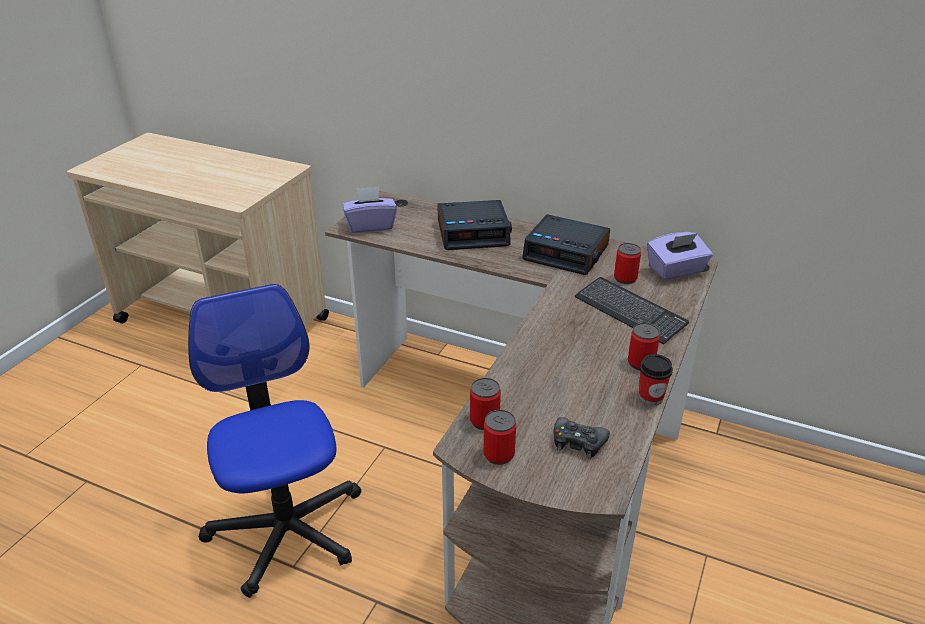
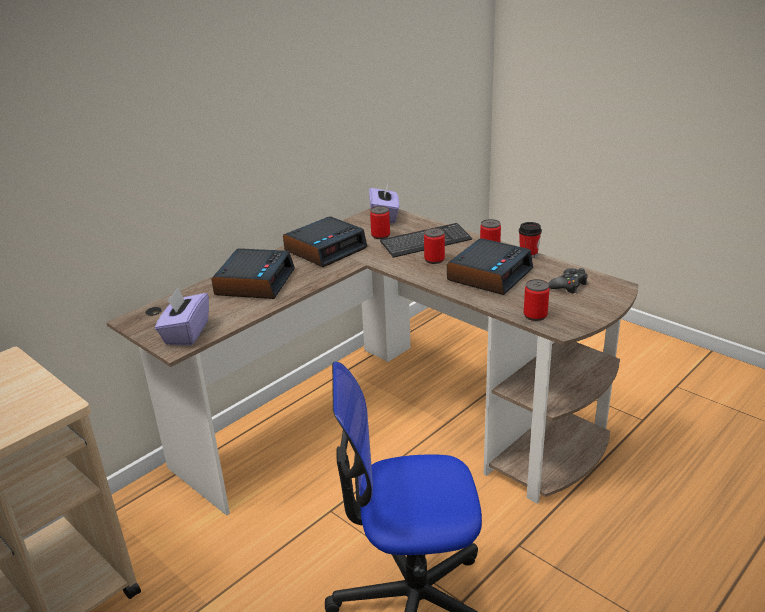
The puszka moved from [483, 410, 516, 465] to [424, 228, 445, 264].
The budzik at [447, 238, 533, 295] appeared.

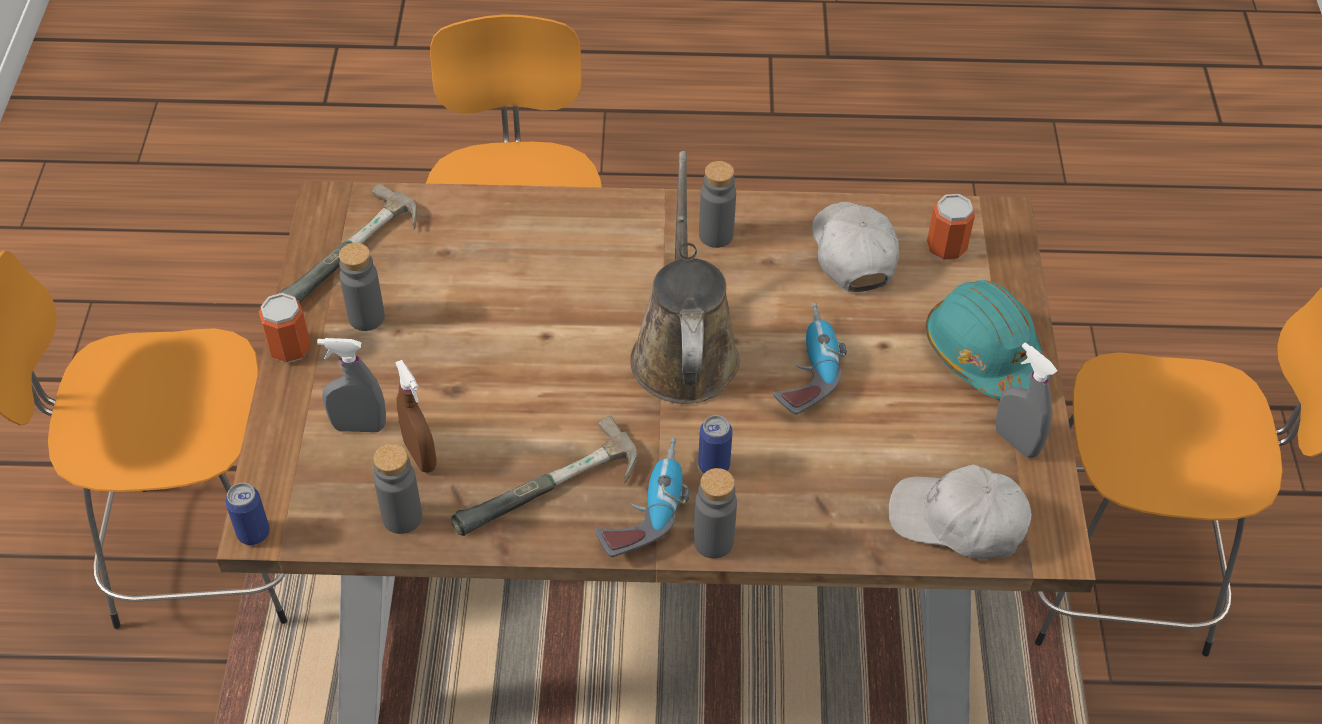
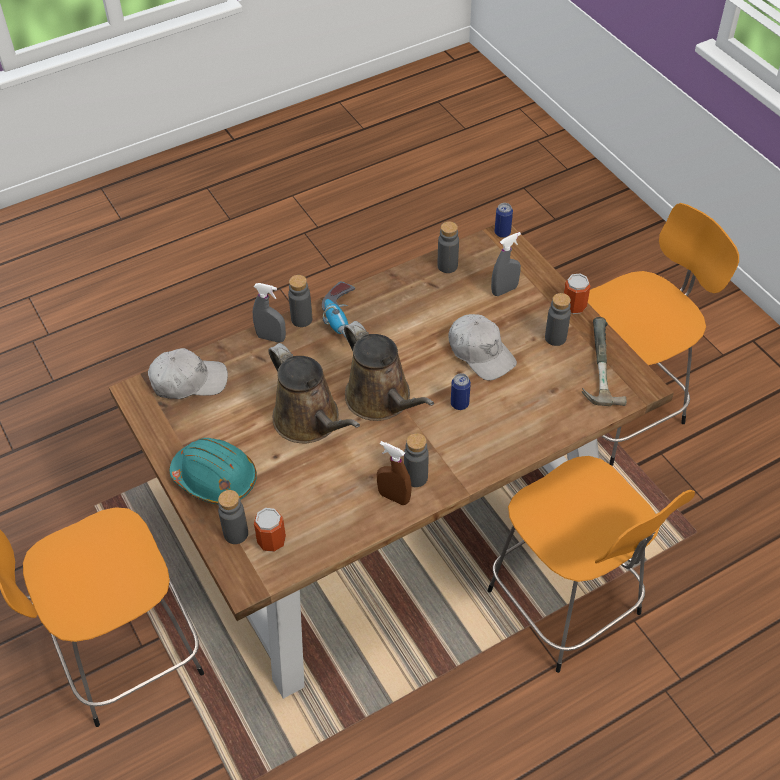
The czapka z daszkiem [biały] moved from [812, 202, 899, 292] to [449, 314, 517, 381].
The wiertarka at [773, 302, 847, 415] was replaced by the konewka [brązowy] at [268, 343, 360, 443].
The spryskiwacz [szary] moved from [995, 342, 1057, 458] to [253, 283, 286, 343].
The spryskiwacz [brązowy] moved from [395, 360, 437, 473] to [377, 441, 412, 505].
The puszka moved from [698, 415, 733, 473] to [451, 373, 471, 410].
The młotek at [451, 416, 637, 536] disappeared.
The butelka [szary] at [218, 490, 248, 544] appeared.

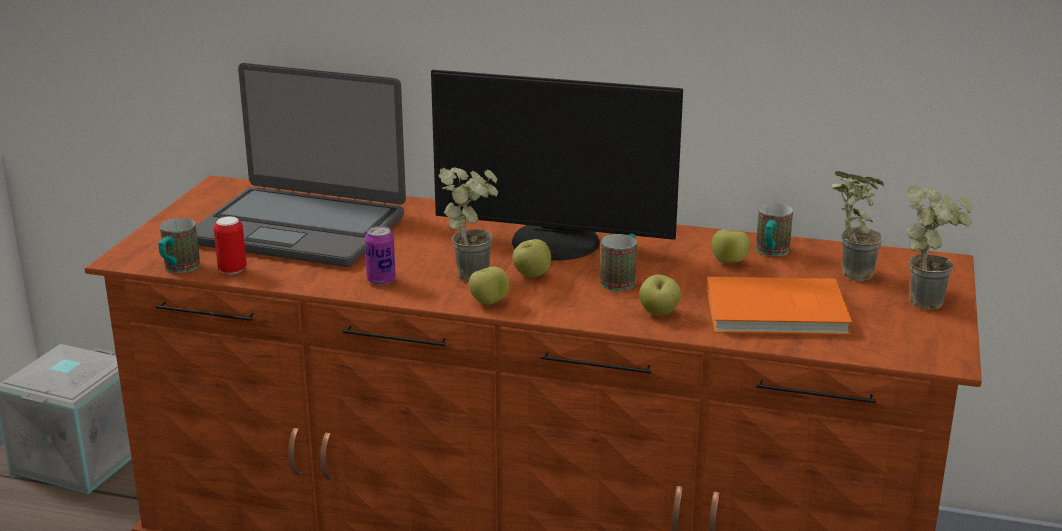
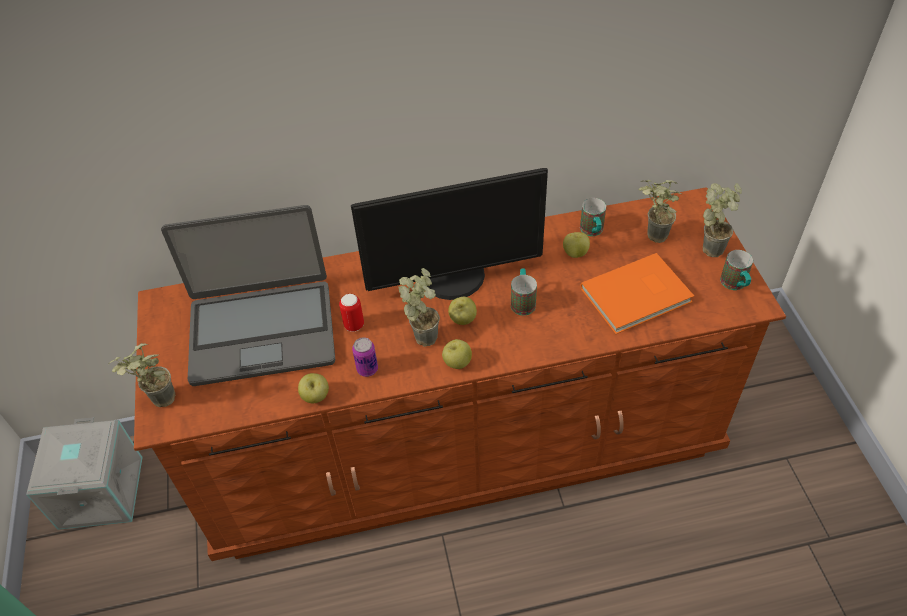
The puszka moved from [214, 216, 247, 274] to [339, 294, 364, 332].
The kubek moved from [158, 218, 200, 273] to [720, 250, 753, 290].
The jabłko moved from [639, 275, 681, 315] to [298, 373, 329, 403].
The roślina doniczkowa at [109, 343, 176, 407] appeared.

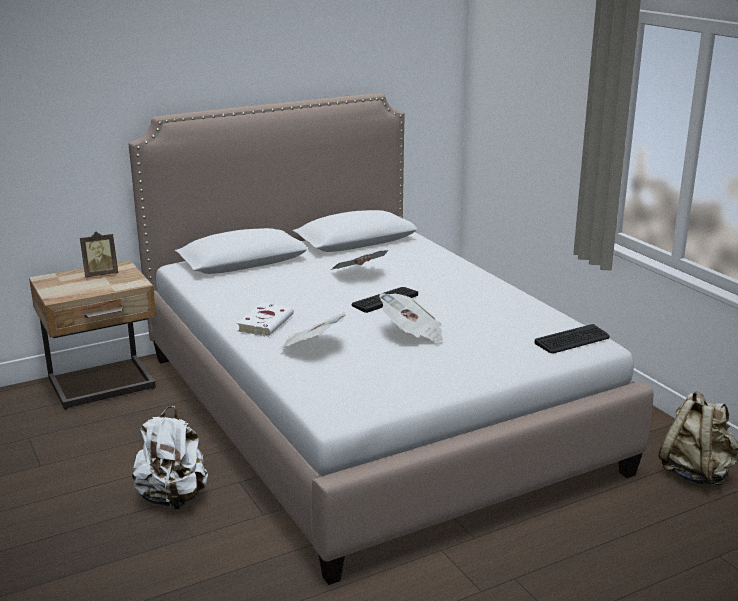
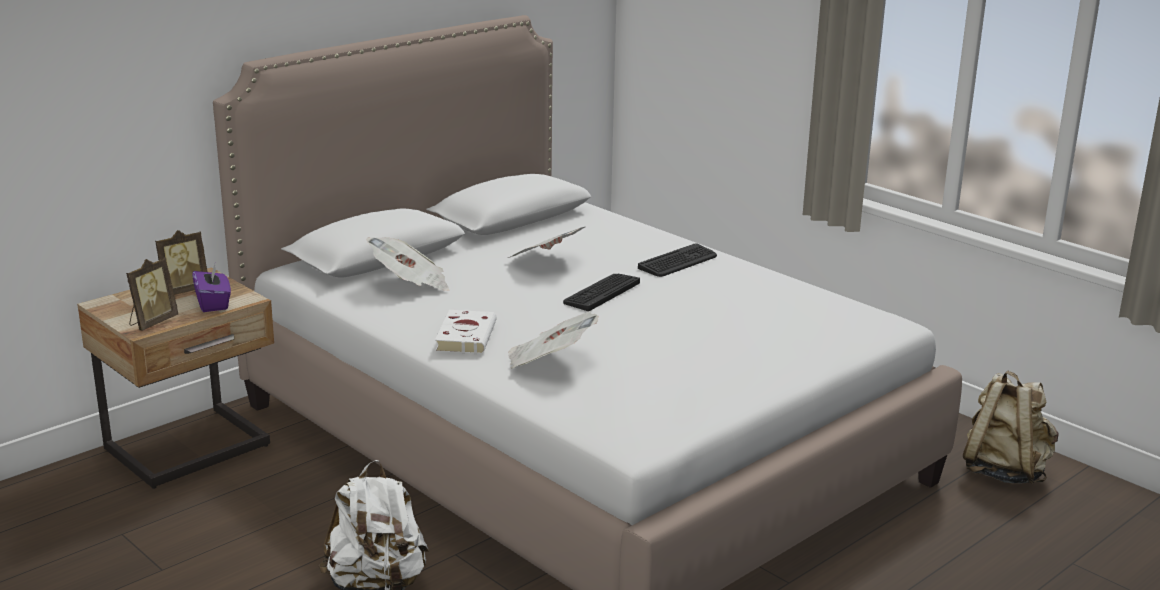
The gazeta moved from [379, 293, 443, 343] to [367, 237, 449, 291].
The klawiatura moved from [534, 324, 610, 353] to [638, 243, 717, 277].
The ramka na zdjęcie at [126, 258, 178, 331] appeared.
The pudełko chusteczek [fioletowy] at [192, 264, 231, 312] appeared.

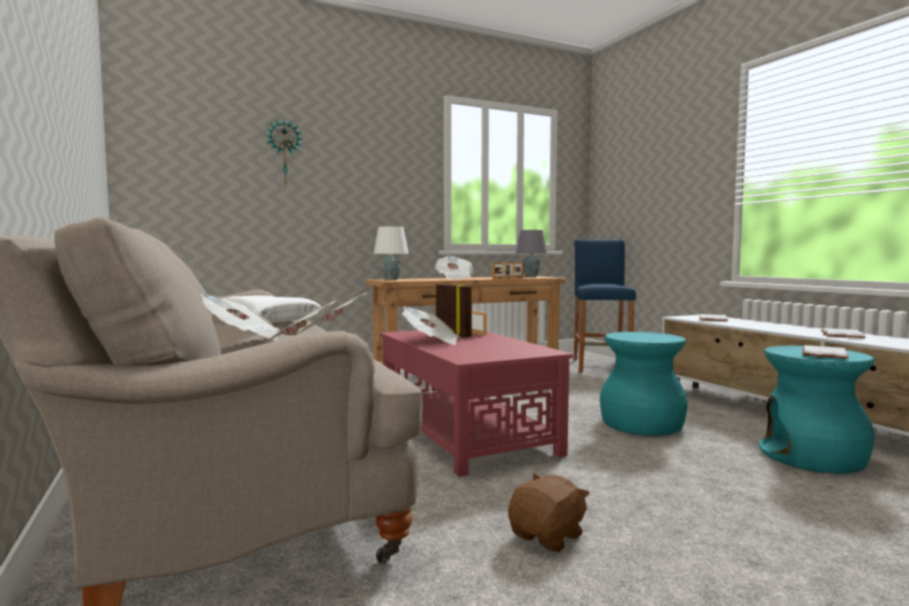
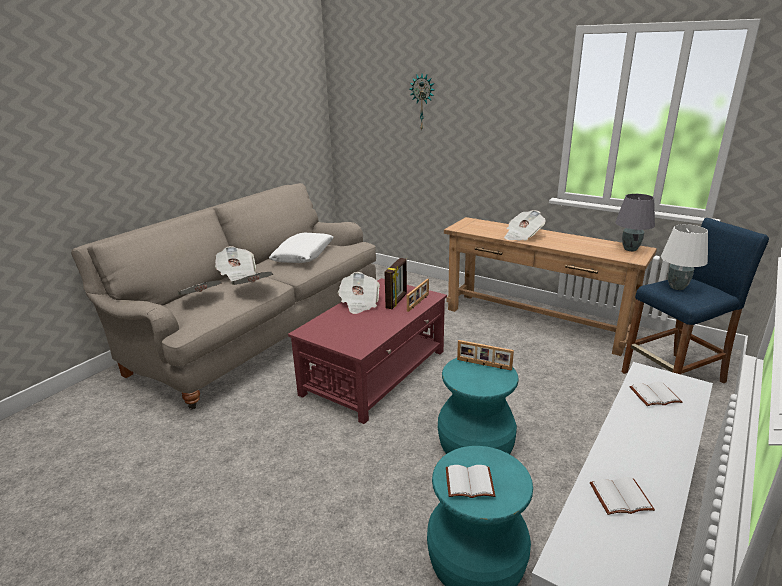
The lampa stołowa [biały] moved from [374, 226, 409, 280] to [661, 224, 708, 290].
The ramka na zdjęcie moved from [492, 262, 524, 279] to [457, 340, 514, 371].
The pluszak [brązowy] at [508, 474, 590, 552] disappeared.

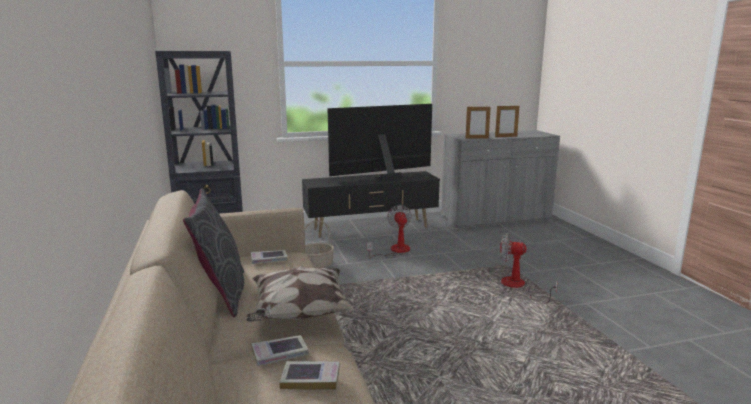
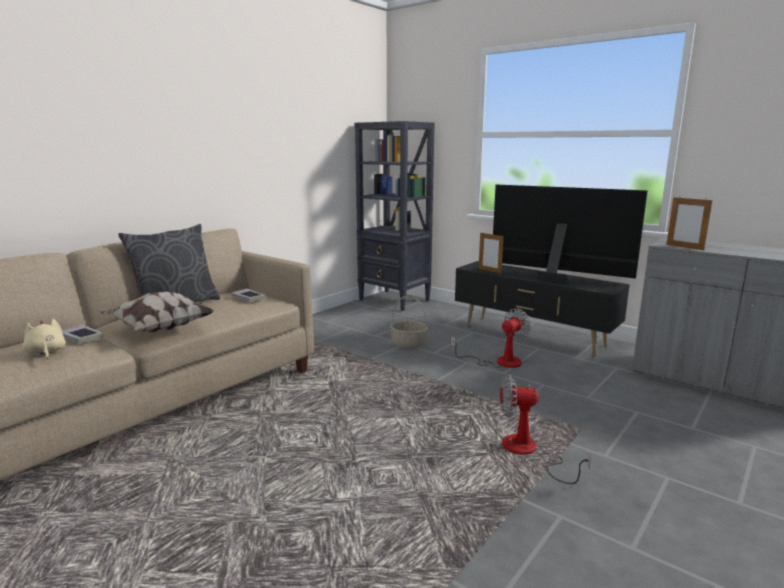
The ramka na zdjęcie moved from [495, 105, 519, 137] to [479, 232, 504, 274].
The wentylator at [500, 233, 558, 304] turned 60 degrees counterclockwise.
The książka at [279, 361, 340, 390] was replaced by the pluszak [beżowy] at [23, 319, 66, 359].

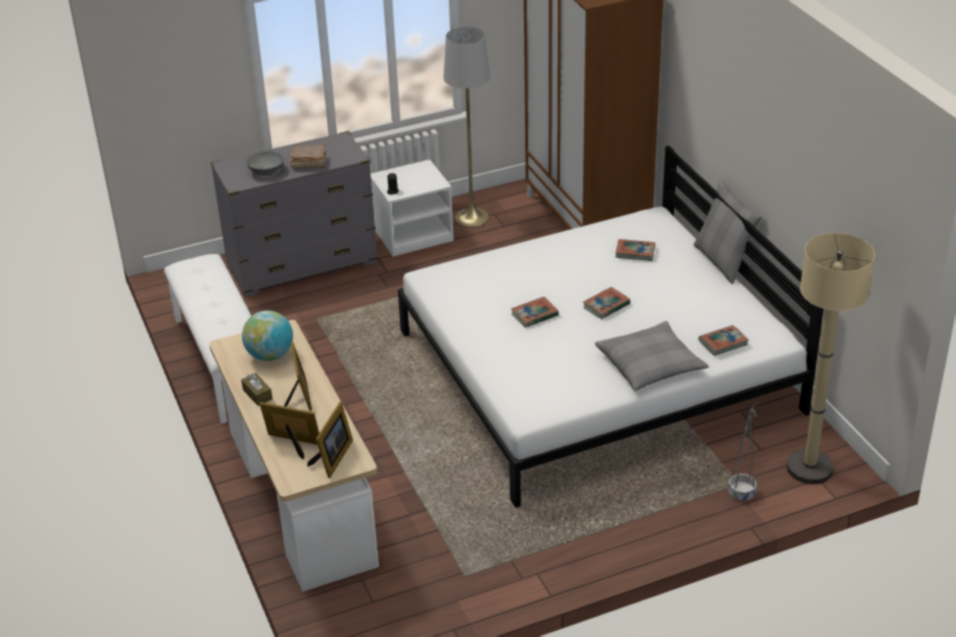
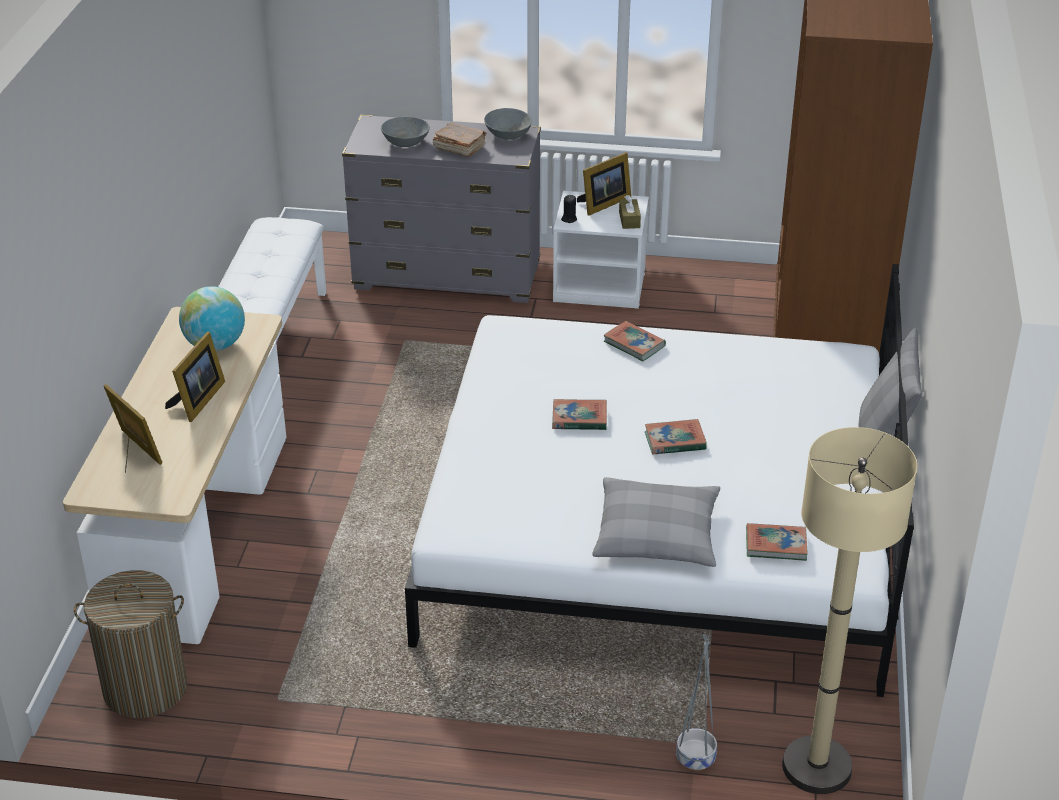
The lampa stojąca [szary] at [443, 27, 490, 228] disappeared.
The książka moved from [616, 239, 655, 261] to [603, 321, 666, 361].
The pudełko chusteczek [brązowy] moved from [241, 373, 272, 406] to [619, 195, 641, 229].
The ramka na zdjęcie moved from [307, 402, 353, 478] to [577, 152, 631, 216].
The miska [szary] at [484, 108, 532, 140] appeared.
The kosz na pranie at [74, 570, 187, 718] appeared.

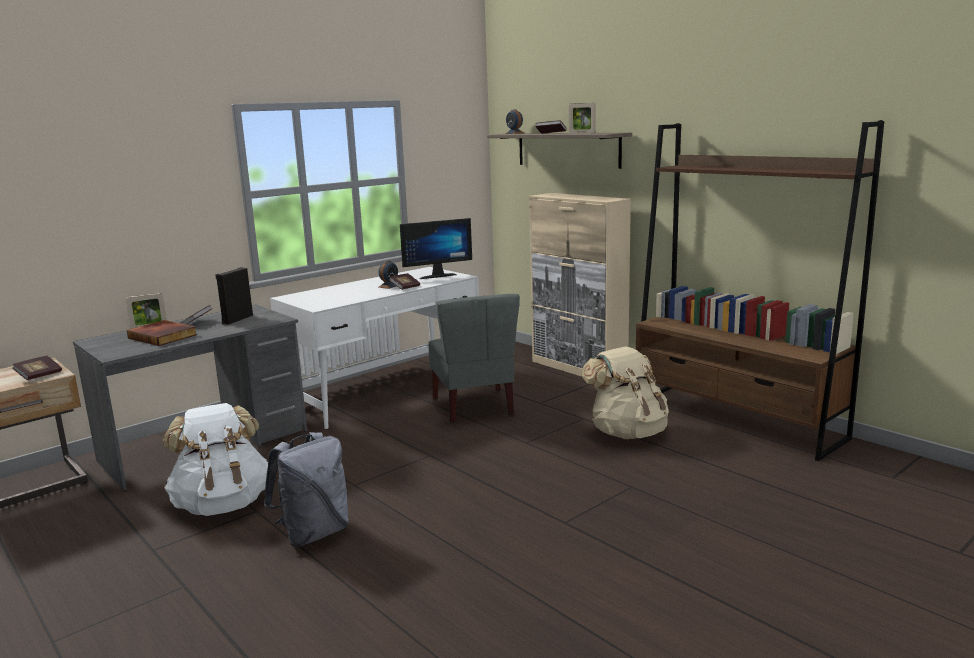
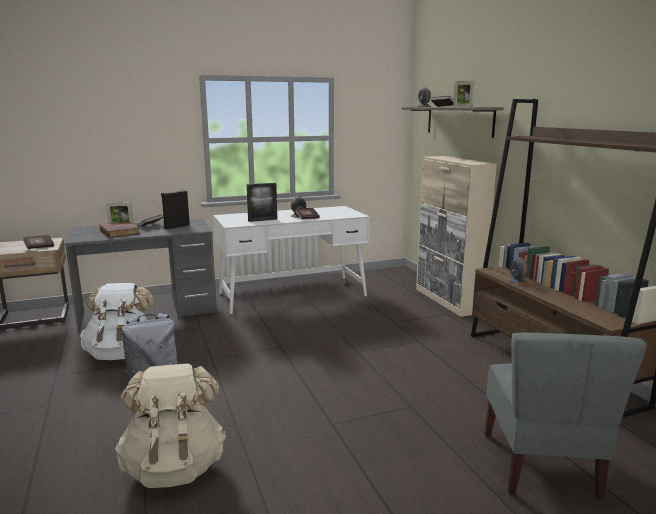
The monitor at [400, 218, 472, 279] disappeared.
The krzesło [szary] moved from [428, 294, 520, 423] to [485, 333, 647, 501].
The plecak [beżowy] moved from [581, 346, 669, 439] to [115, 363, 226, 488].
The ramka na zdjęcie at [247, 183, 277, 222] appeared.
The budzik at [507, 257, 530, 286] appeared.

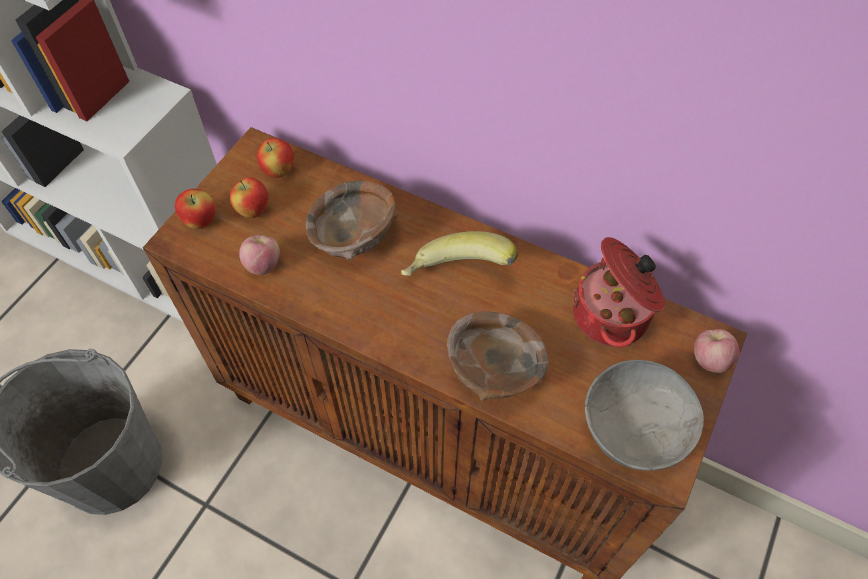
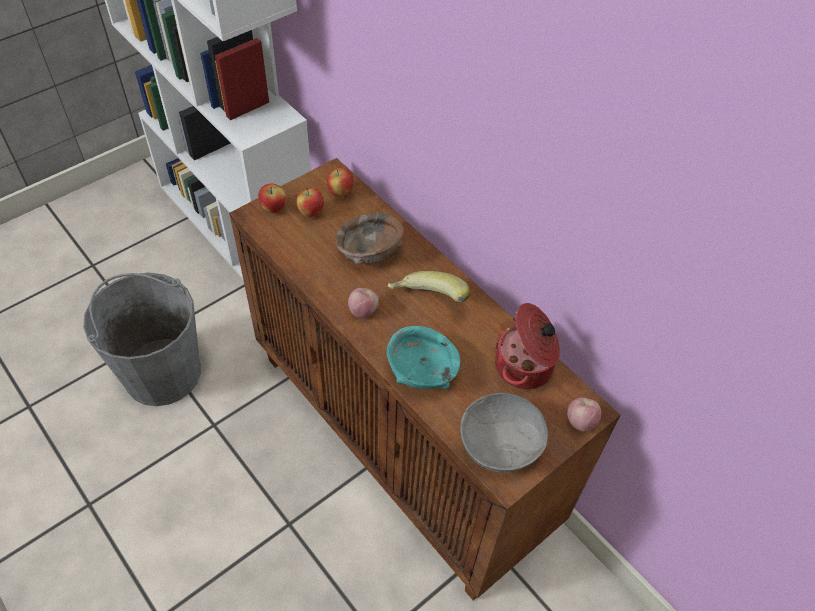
The jabłko moved from [239, 235, 280, 275] to [348, 288, 379, 318].
The miska [brązowy] at [447, 311, 549, 401] became the miska [turkusowy] at [387, 326, 460, 389].

